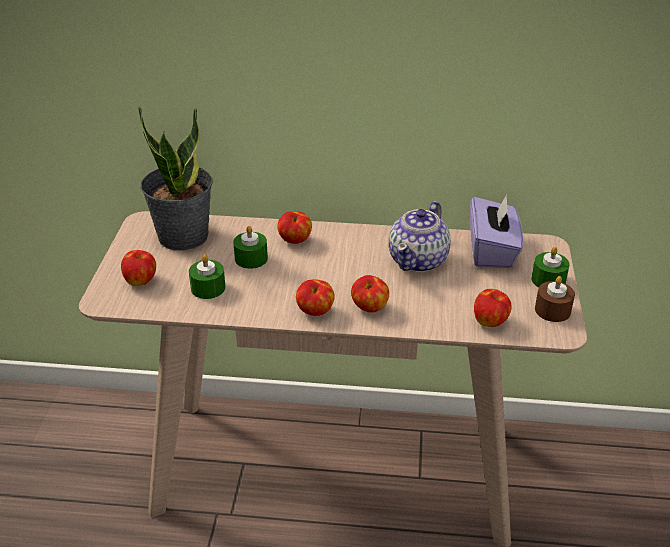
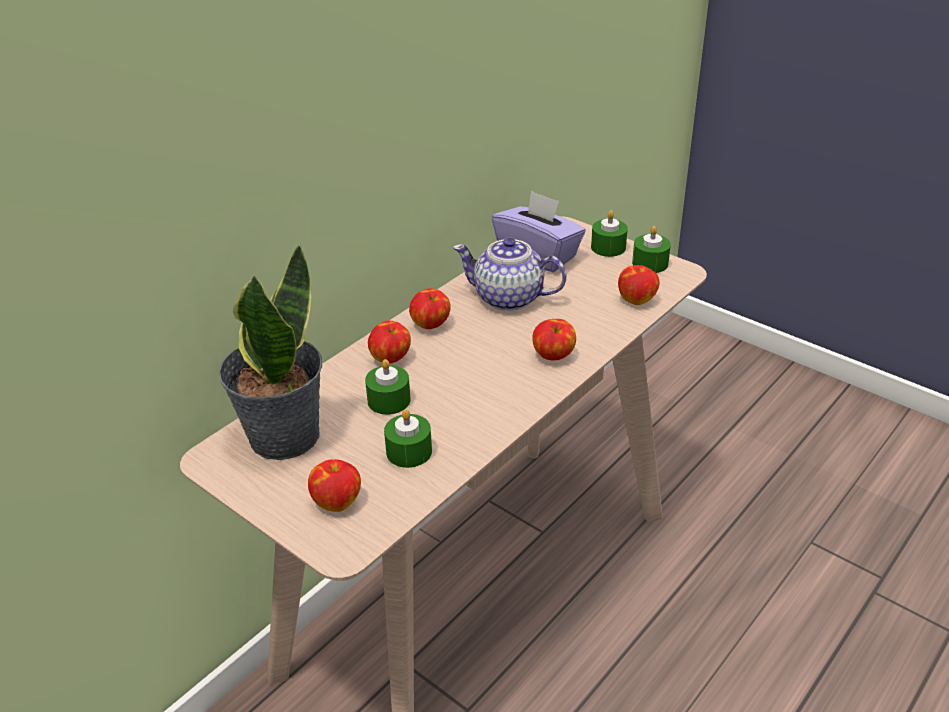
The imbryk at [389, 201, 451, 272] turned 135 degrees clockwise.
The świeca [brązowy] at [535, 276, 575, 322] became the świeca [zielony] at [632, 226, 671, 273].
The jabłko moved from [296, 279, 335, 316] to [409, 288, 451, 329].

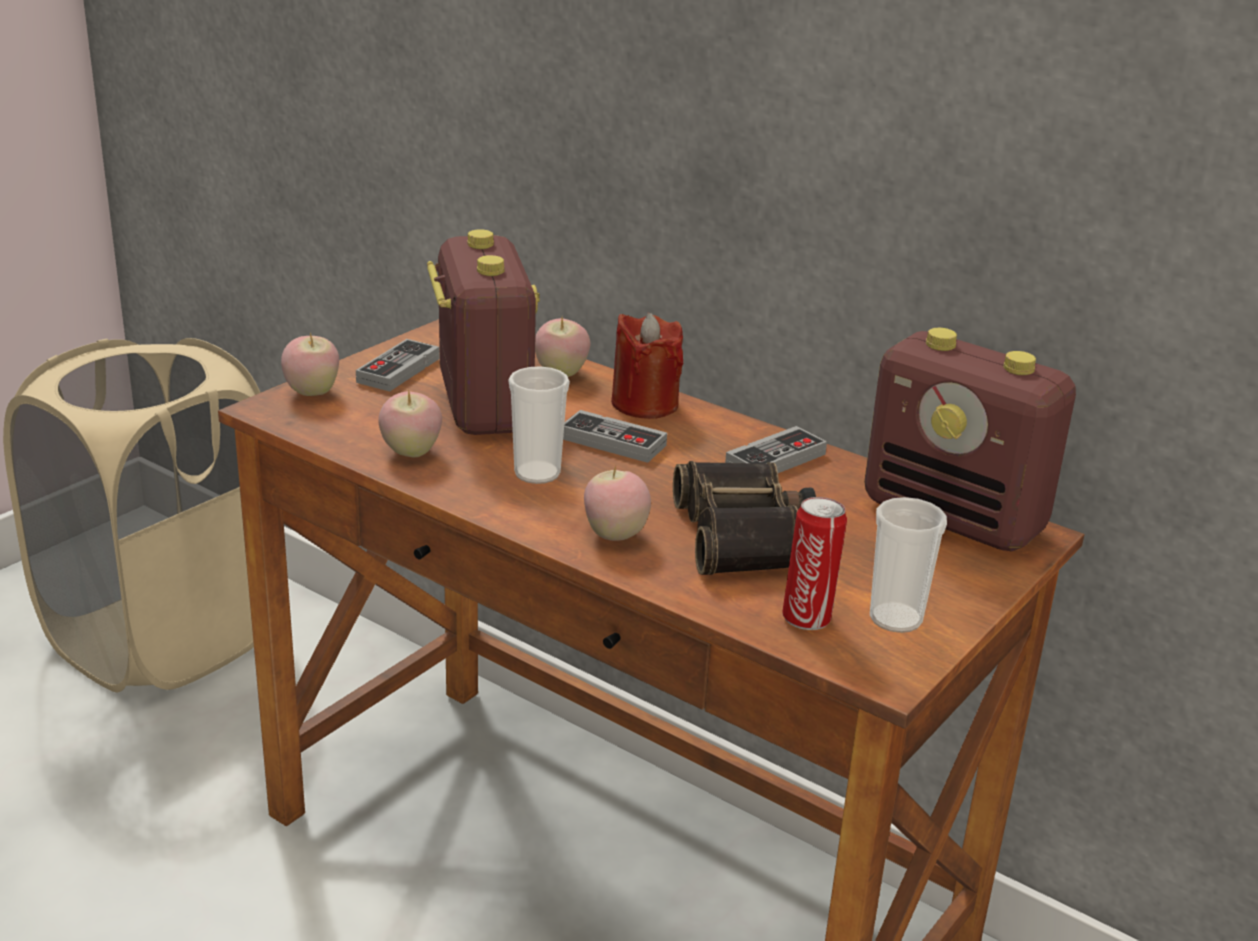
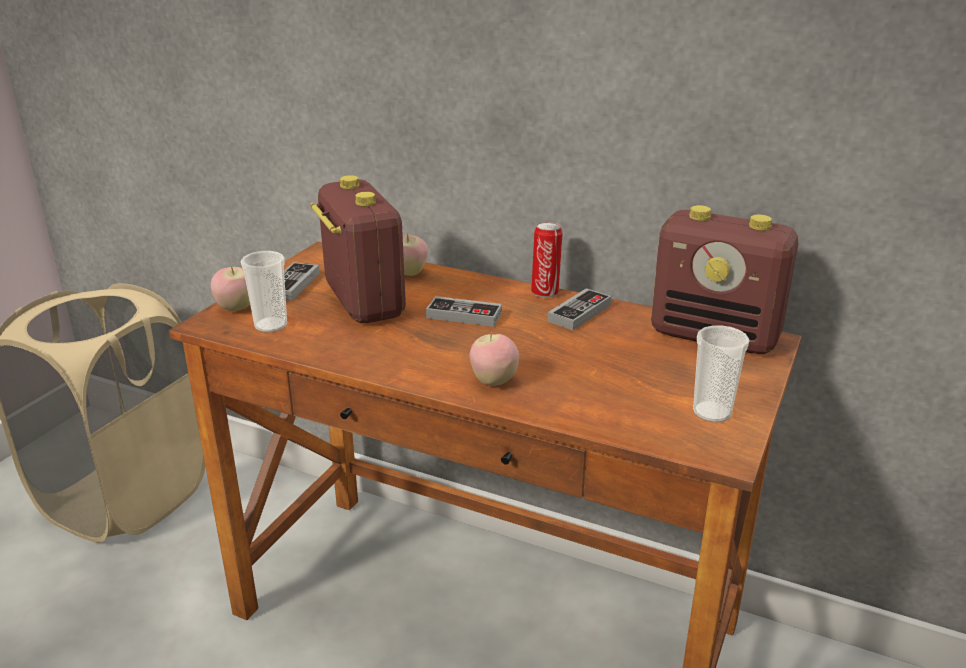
The świeca [czerwony] at [611, 313, 683, 419] disappeared.
The filiżanka moved from [508, 366, 570, 484] to [241, 251, 287, 333].
The jabłko at [378, 389, 442, 457] disappeared.
The lornetka at [673, 461, 816, 575] disappeared.
The puszka moved from [782, 497, 847, 630] to [531, 222, 563, 298].

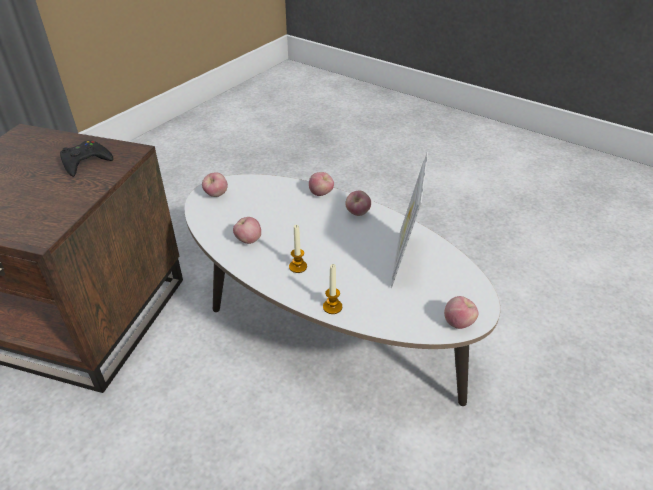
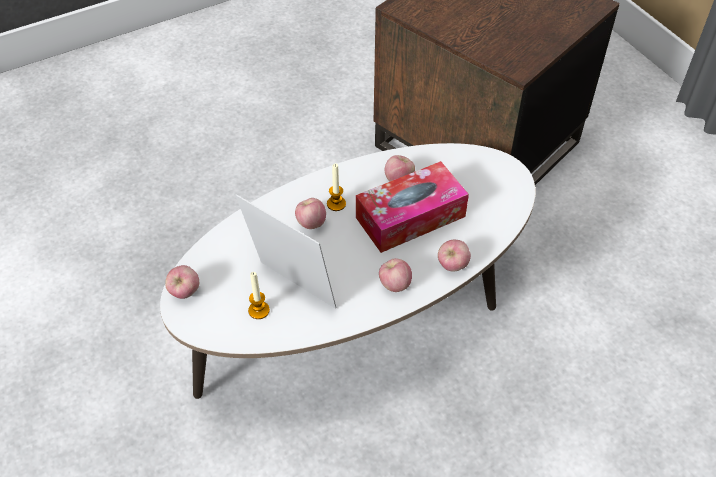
The pad do gier [czarny] at [60, 140, 113, 177] disappeared.
The jabłko moved from [202, 173, 228, 197] to [295, 198, 326, 229].
The świeca moved from [323, 264, 342, 314] to [248, 272, 270, 319].
The pudełko chusteczek at [356, 161, 469, 253] appeared.

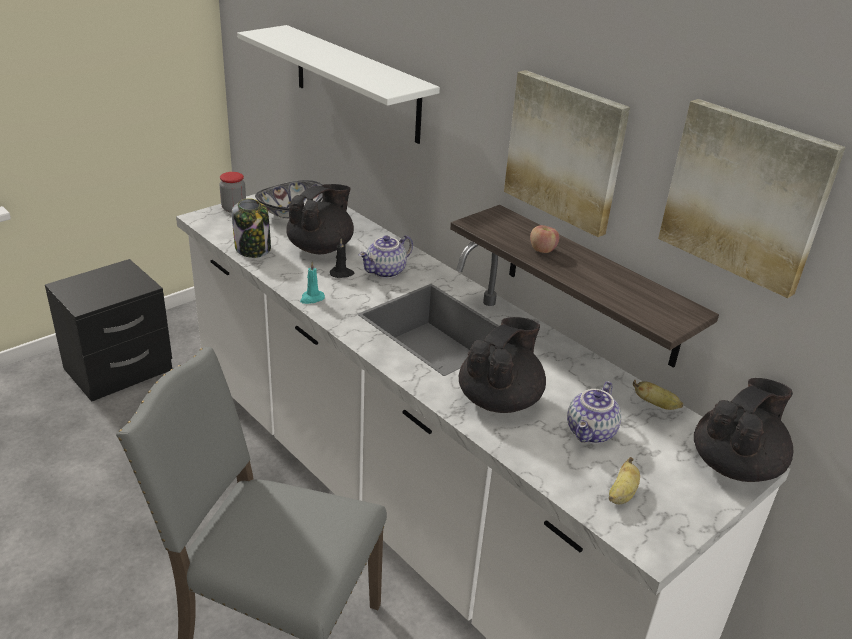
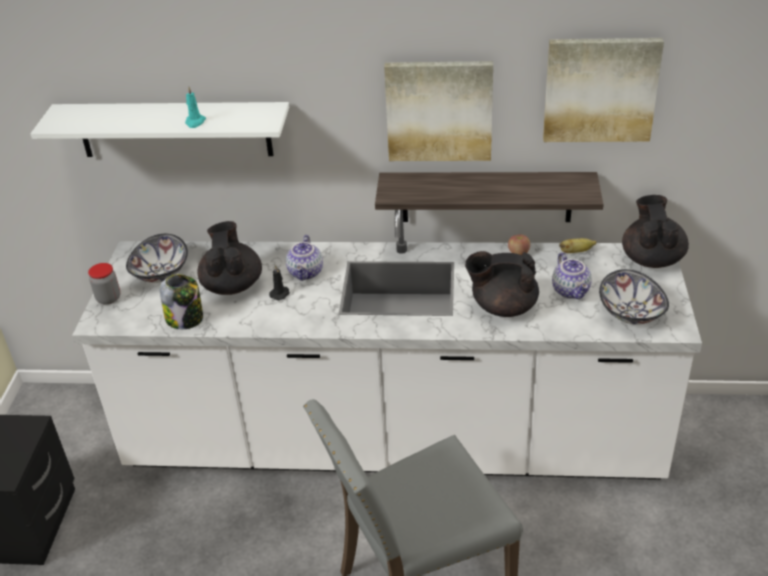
The jabłko moved from [530, 225, 559, 253] to [508, 235, 530, 255].
The świeca [turkusowy] moved from [300, 262, 325, 304] to [185, 87, 206, 128].
The imbryk [czarny] at [459, 317, 546, 413] turned 75 degrees counterclockwise.
The banan at [609, 457, 640, 504] was replaced by the miska at [599, 269, 669, 325].

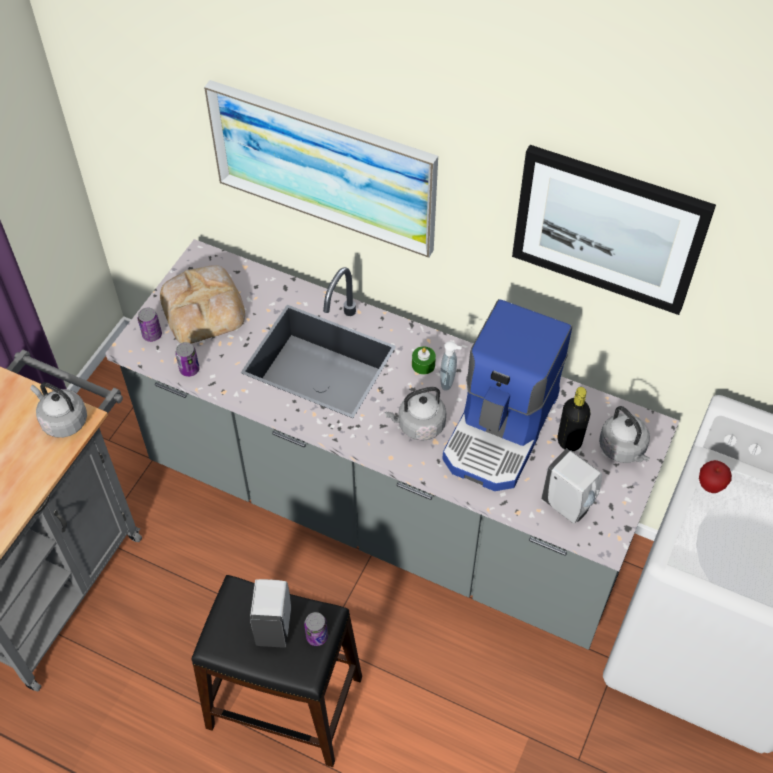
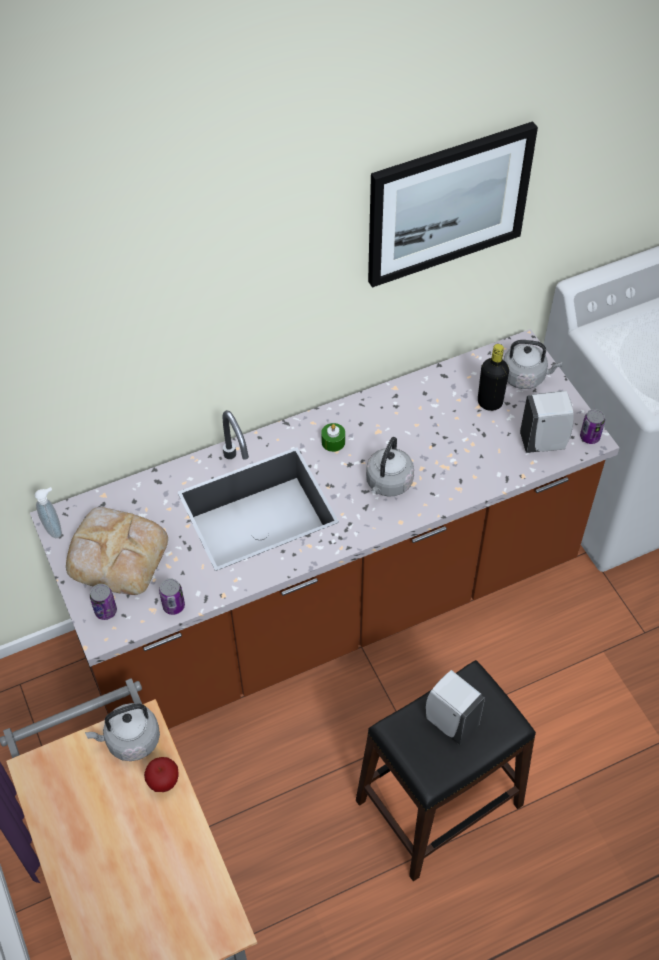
The obraz at [204, 80, 438, 258] disappeared.
The zabudowa kuchenna [szary] at [105, 239, 679, 650] became the zabudowa kuchenna [brązowy] at [30, 329, 619, 729].
The ekspres do kawy at [442, 299, 572, 491] disappeared.
The dozownik mydła moved from [440, 341, 462, 391] to [35, 487, 62, 538].
The jabłko moved from [699, 460, 732, 493] to [144, 757, 179, 792].
The puszka moved from [304, 612, 328, 646] to [580, 409, 605, 444].

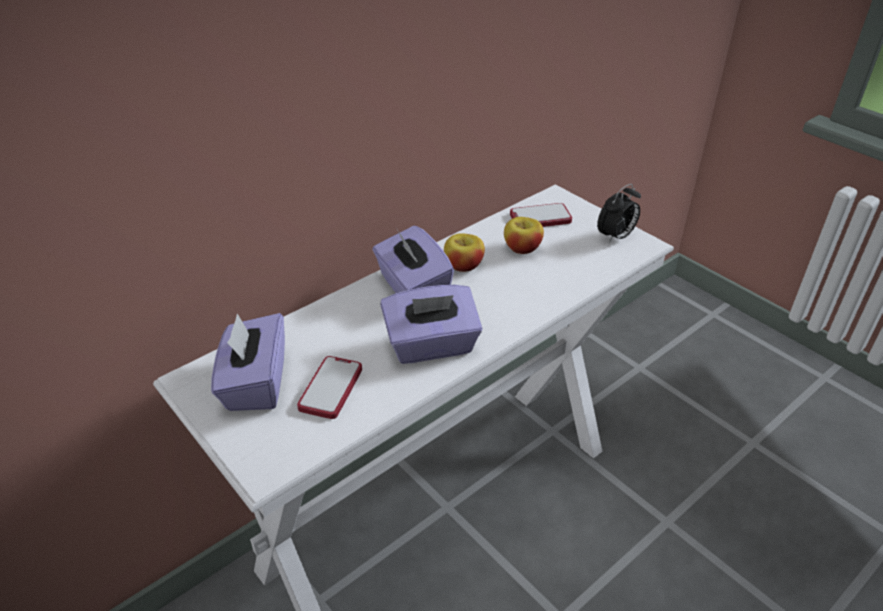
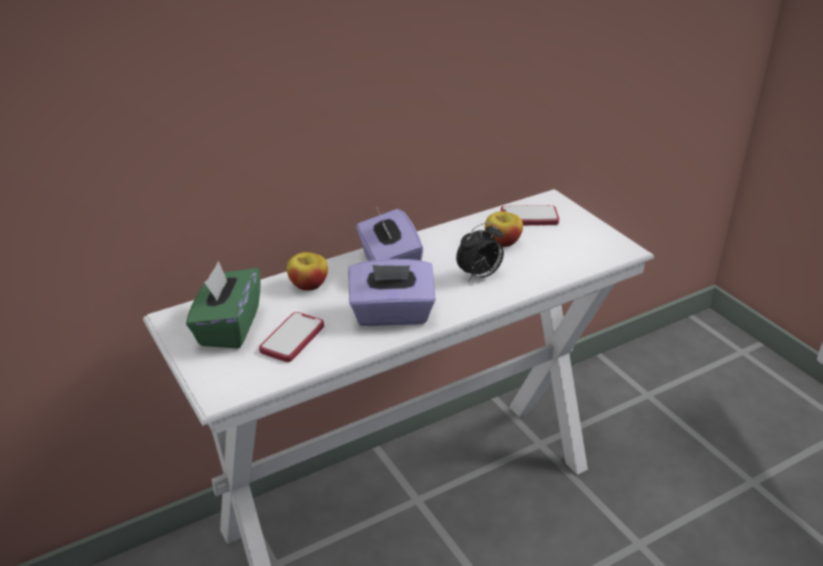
The budzik moved from [597, 184, 641, 244] to [456, 222, 504, 282].
The jabłko moved from [444, 233, 485, 272] to [287, 252, 328, 291].
The pudełko chusteczek [fioletowy] at [211, 313, 285, 411] became the pudełko chusteczek [zielony] at [186, 261, 261, 349].

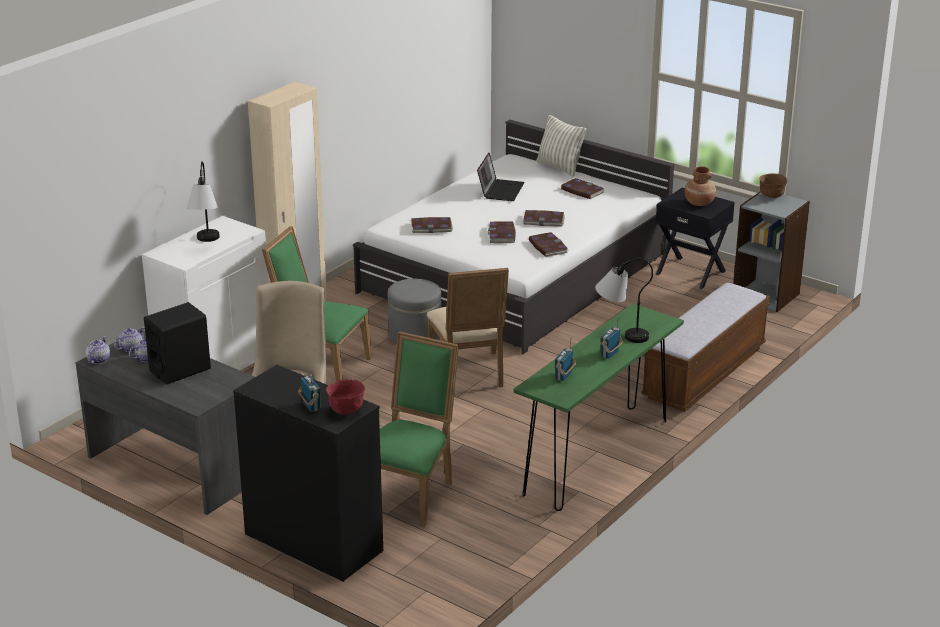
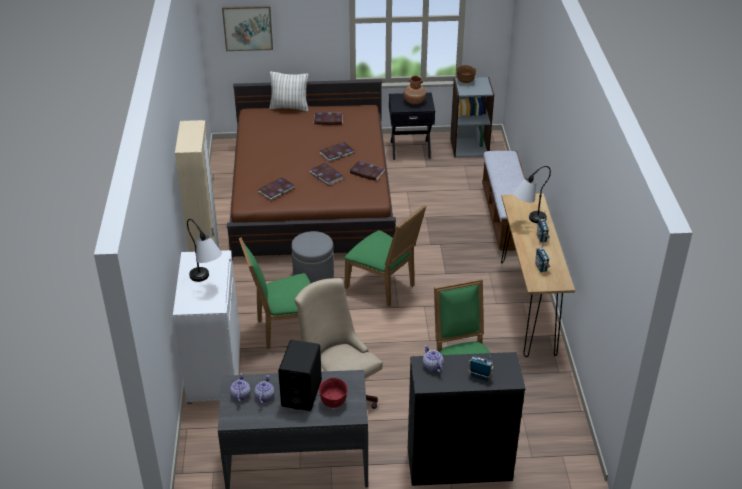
The łóżko [biały] at [353, 120, 675, 354] became the łóżko [brązowy] at [227, 79, 396, 261].
The laptop at [477, 153, 525, 201] disappeared.
The krzesło [beżowy] at [427, 268, 509, 387] became the krzesło [zielony] at [344, 205, 426, 307].
The stolik konsolowy [zielony] at [513, 304, 684, 511] became the stolik konsolowy [brązowy] at [501, 193, 575, 357].
The imbryk moved from [86, 336, 110, 364] to [423, 345, 444, 373].
The miska [czerwony] moved from [326, 379, 365, 414] to [319, 378, 348, 408].
The obraz at [222, 5, 273, 51] appeared.

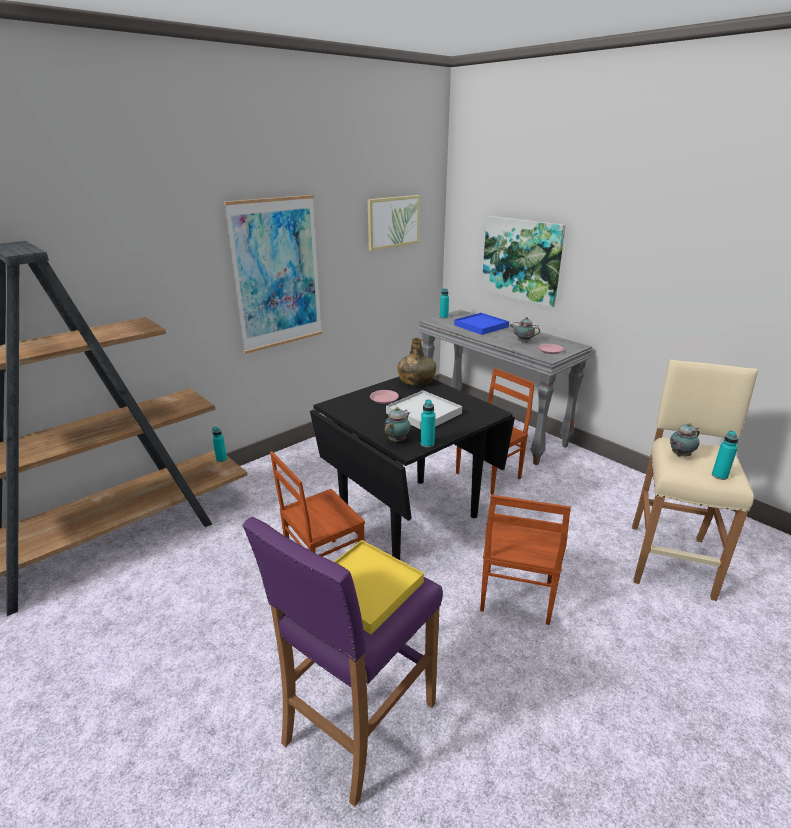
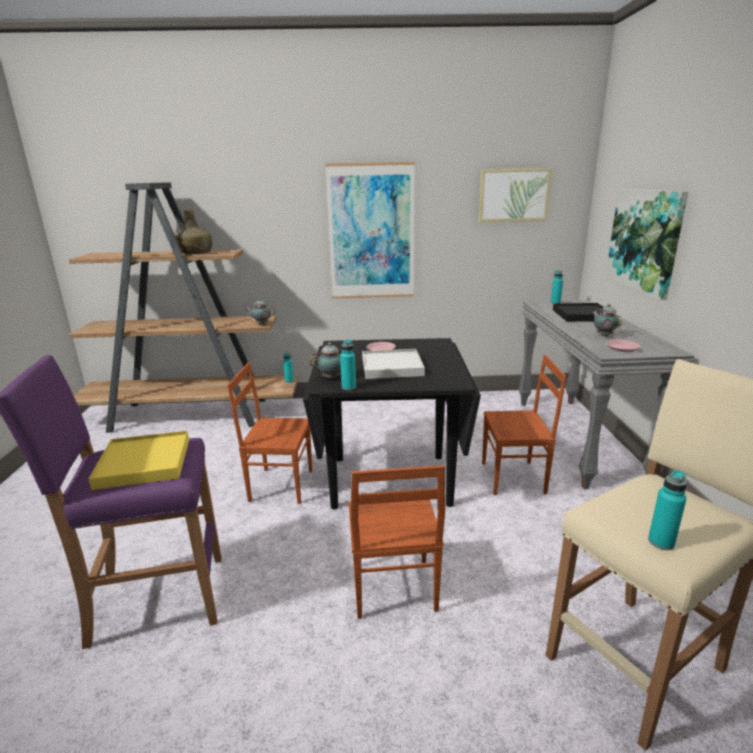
The taca [niebieski] at [454, 313, 509, 335] became the taca [czarny] at [553, 303, 603, 322].
The butelka [zielony] moved from [397, 338, 436, 386] to [175, 210, 212, 254].
The imbryk moved from [670, 423, 699, 456] to [246, 298, 275, 324].
The krzesło [brązowy] at [480, 495, 571, 625] turned 60 degrees counterclockwise.

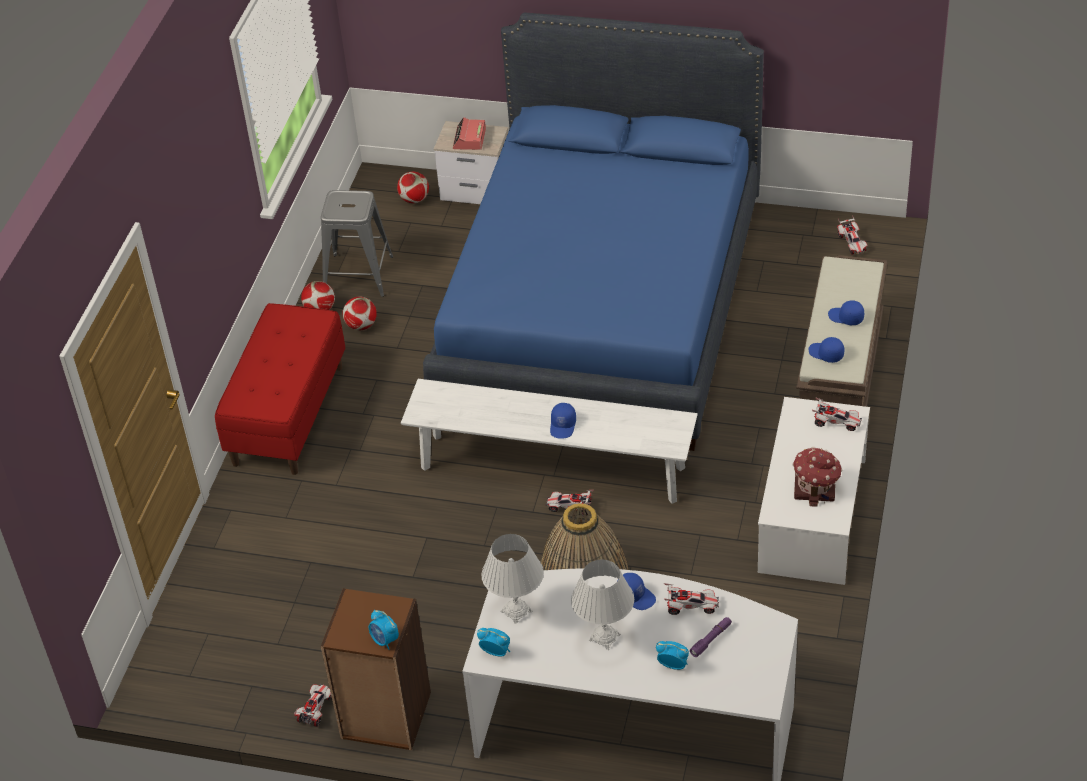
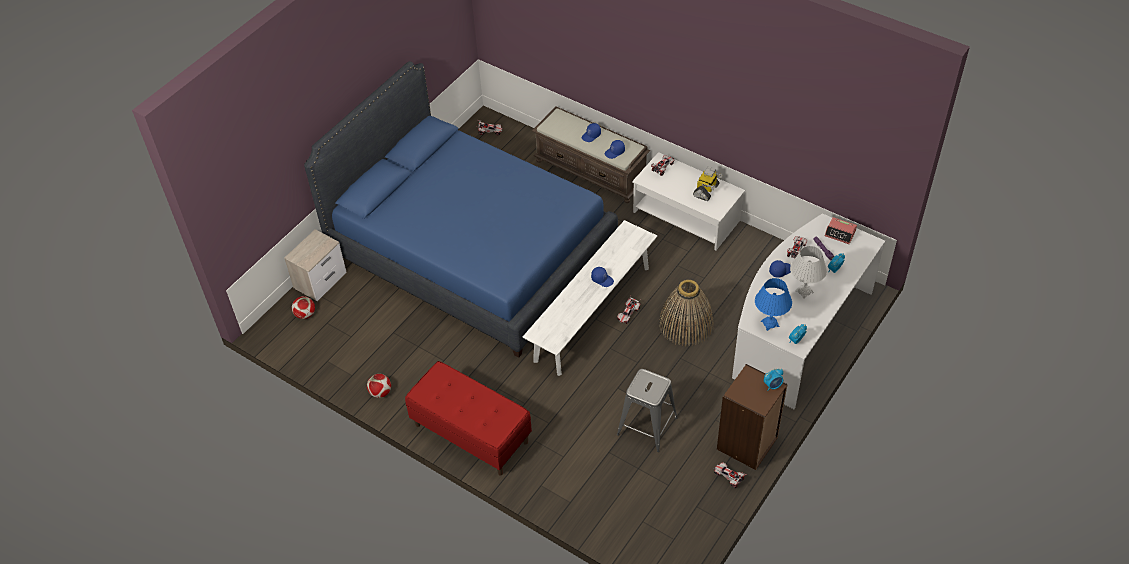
The budzik moved from [453, 117, 486, 150] to [825, 217, 857, 244].
The stołek [szary] moved from [321, 190, 393, 297] to [617, 369, 678, 452].
The piłka futbolowa at [342, 296, 377, 331] disappeared.
The domek at [793, 447, 842, 507] was replaced by the robot zabawkowy at [693, 166, 723, 201].
The lampa stołowa [biały] at [481, 534, 544, 624] became the lampa stołowa [niebieski] at [755, 278, 792, 331].

